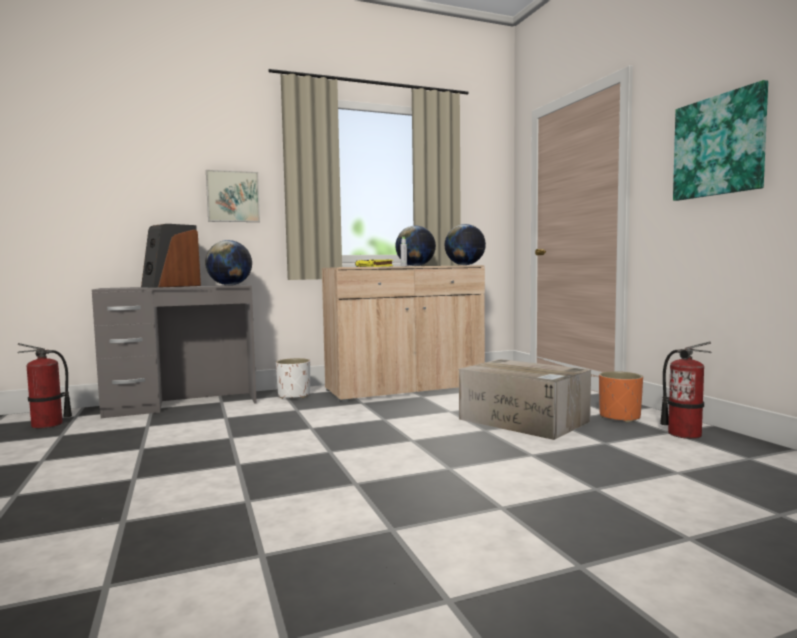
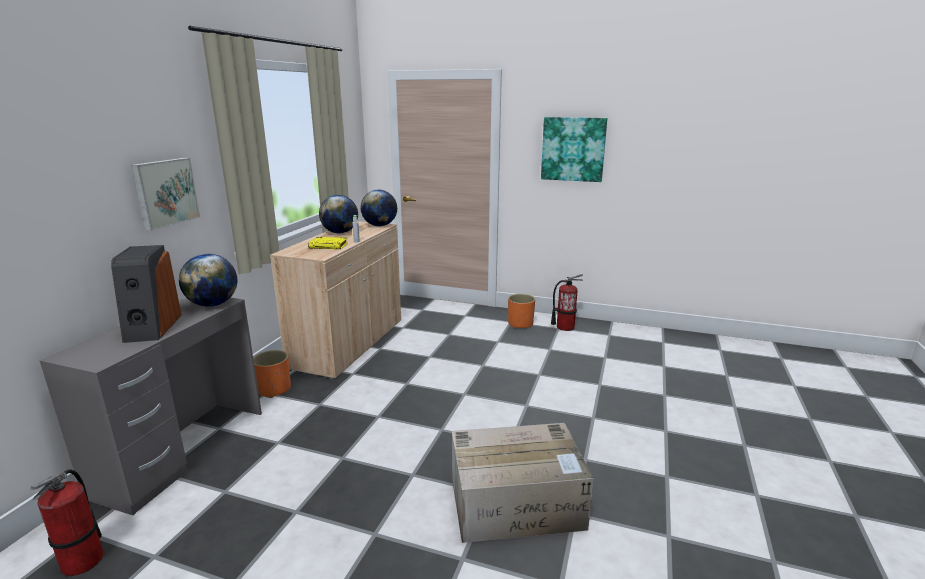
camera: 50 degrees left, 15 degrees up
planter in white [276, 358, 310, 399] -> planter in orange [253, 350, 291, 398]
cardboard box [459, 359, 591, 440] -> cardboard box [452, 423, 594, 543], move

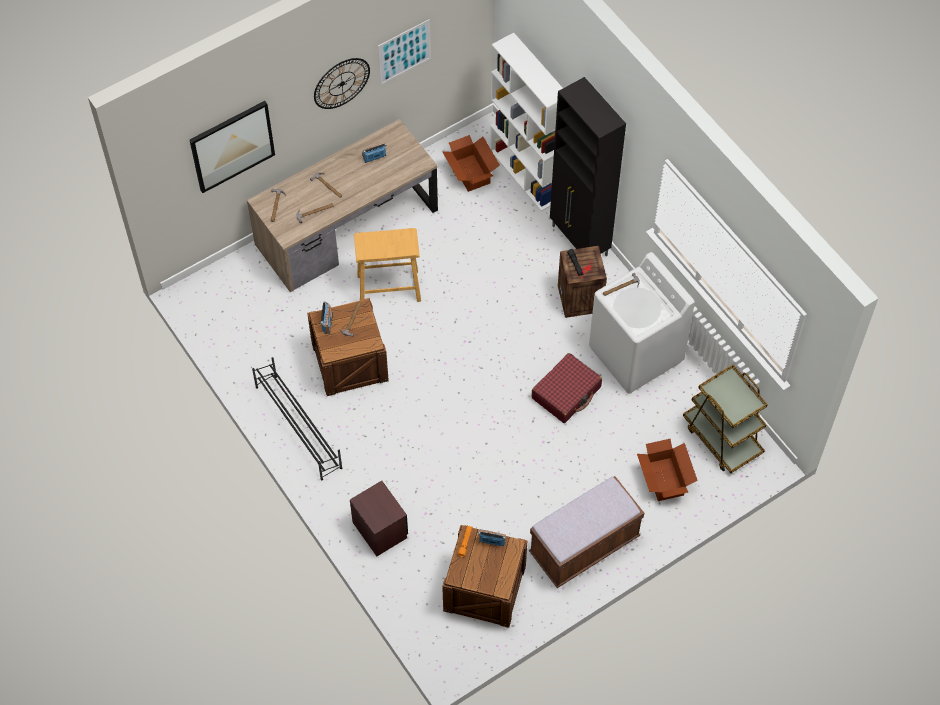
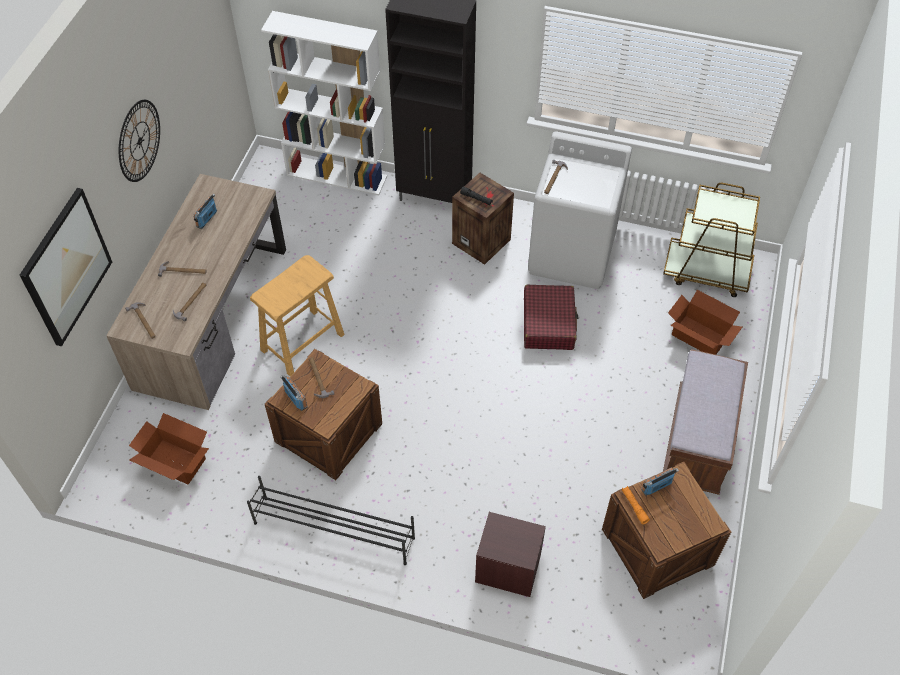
camera: 40 degrees left, 5 degrees down
picture [378, 19, 431, 85] -> none
cardboard box [442, 135, 500, 192] -> cardboard box [129, 413, 209, 484], move

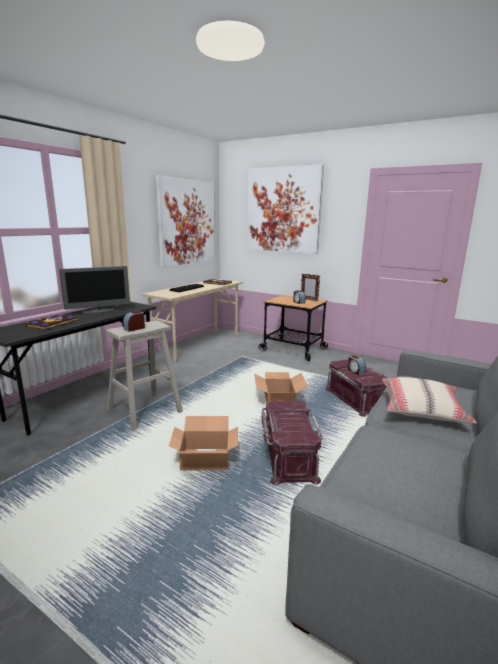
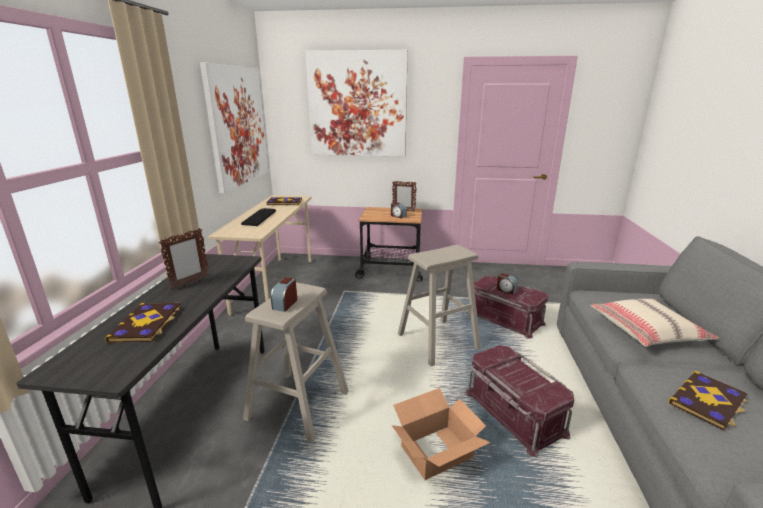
camera: 25 degrees left, 5 degrees up
monitor [59, 266, 130, 314] -> picture frame [159, 228, 209, 290]
cardboard box [254, 372, 308, 403] -> stool in beige [398, 245, 481, 366]
none -> book [668, 371, 748, 431]

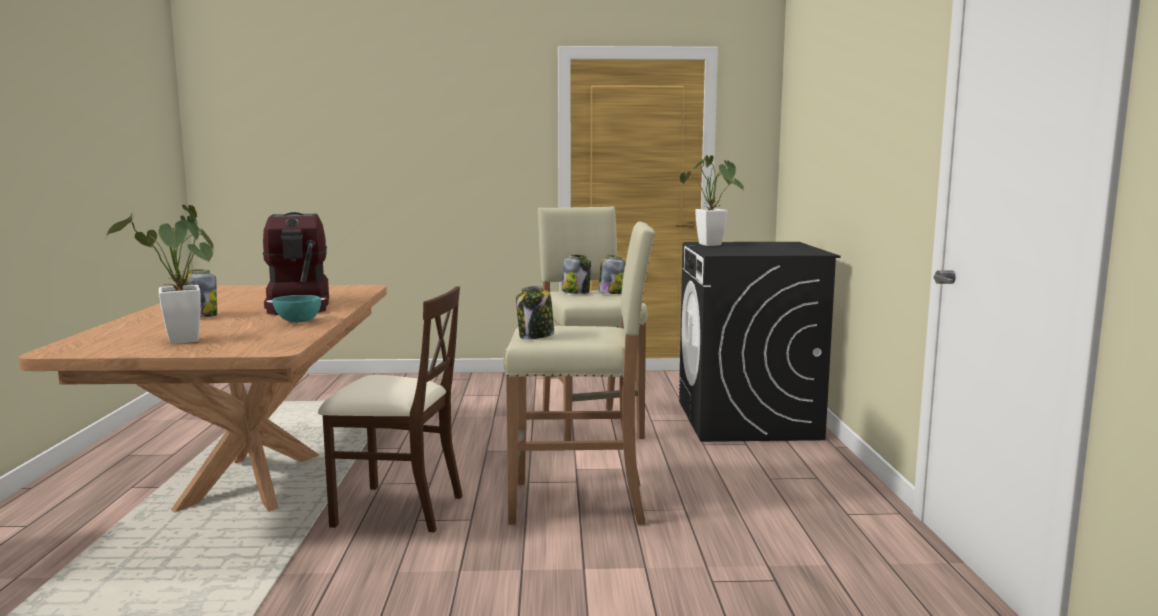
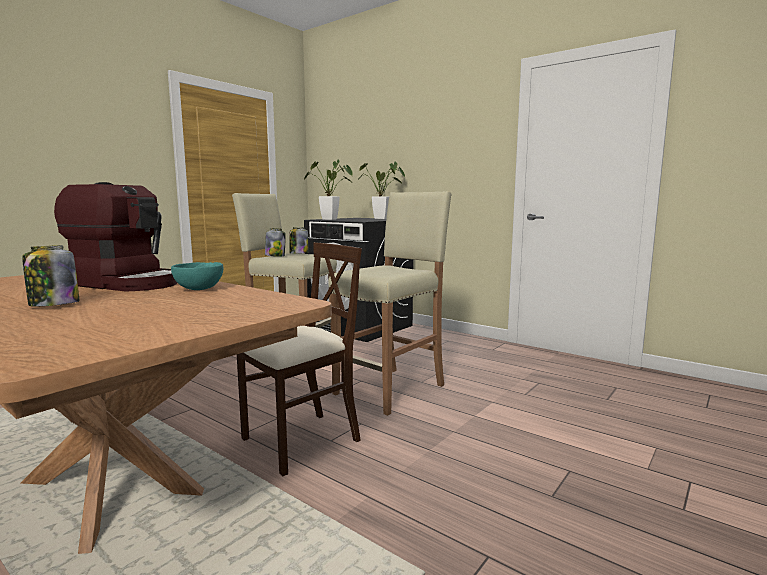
camera: 50 degrees left, 0 degrees up
potted plant [106, 205, 214, 344] -> potted plant [358, 162, 405, 219], move
jar [516, 286, 554, 339] -> none

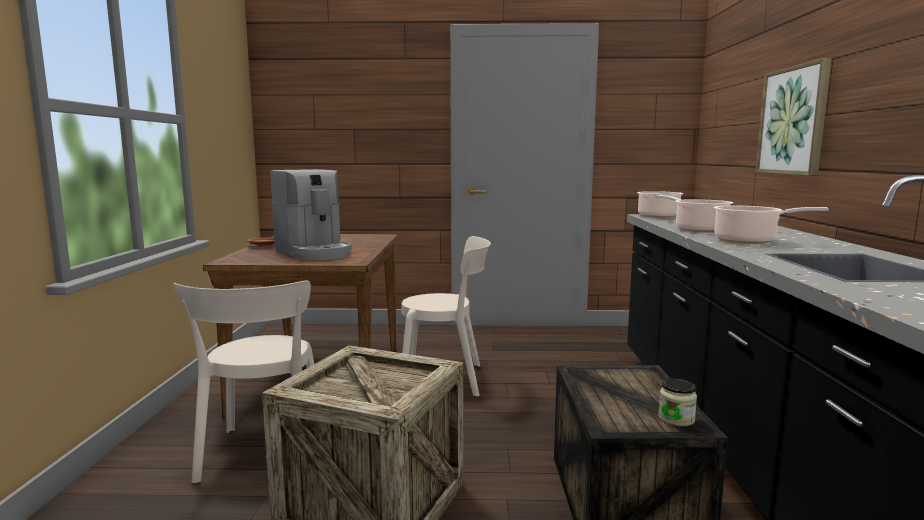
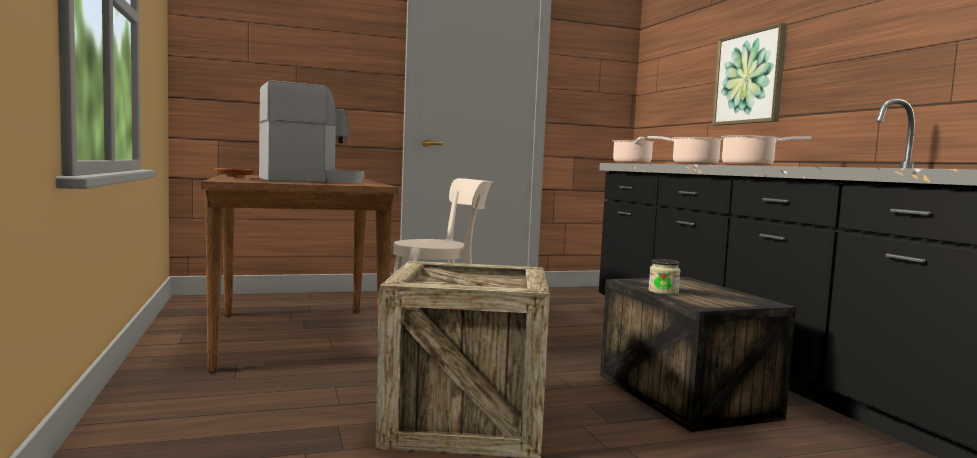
camera: 20 degrees left, 5 degrees down
chair in beige [173, 281, 314, 483] -> none
coffee machine [270, 169, 352, 260] -> coffee machine [259, 80, 365, 183], 60 degrees counterclockwise
jar [658, 379, 697, 427] -> jar [648, 259, 680, 295], move

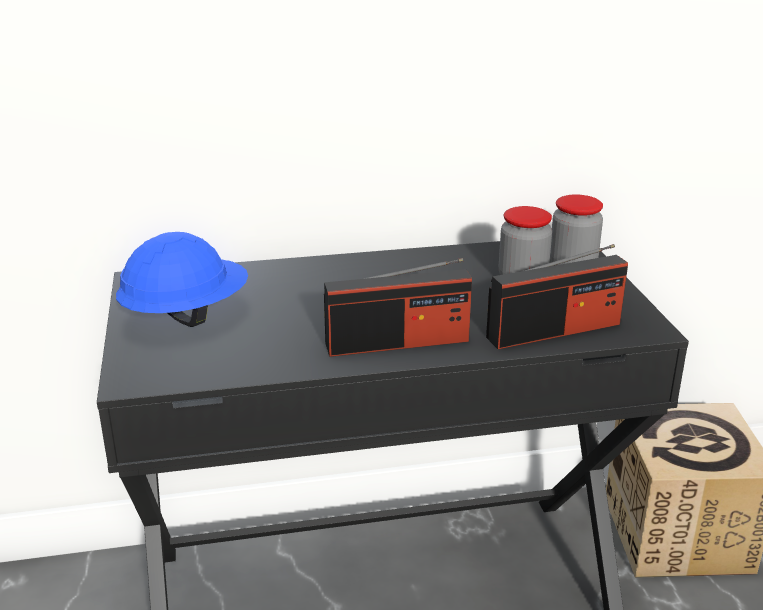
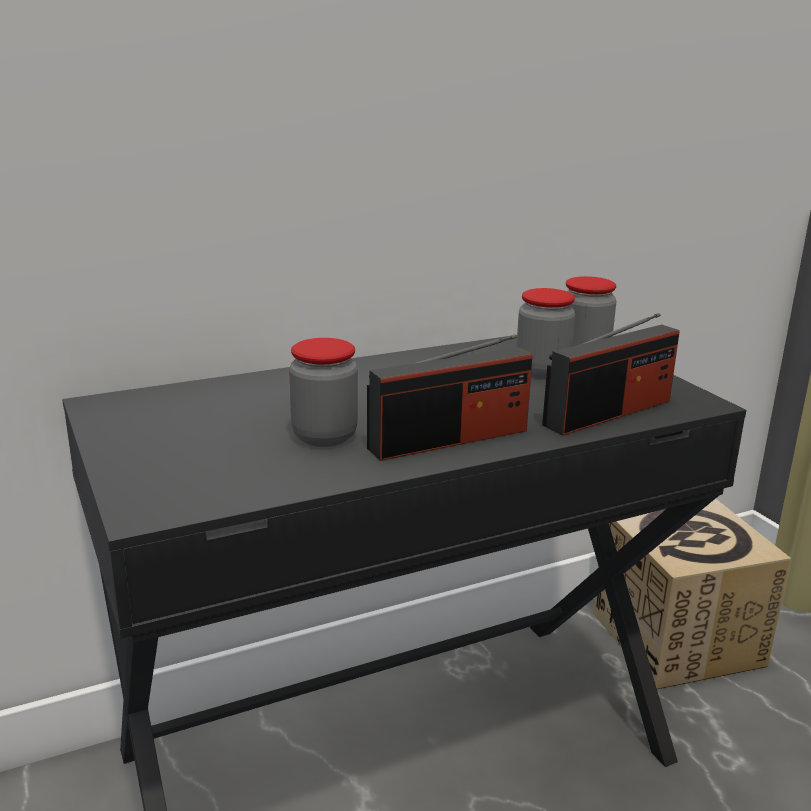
camera: 15 degrees left, 5 degrees down
hard hat in blue [116, 232, 248, 327] -> none
none -> jar [289, 338, 358, 447]

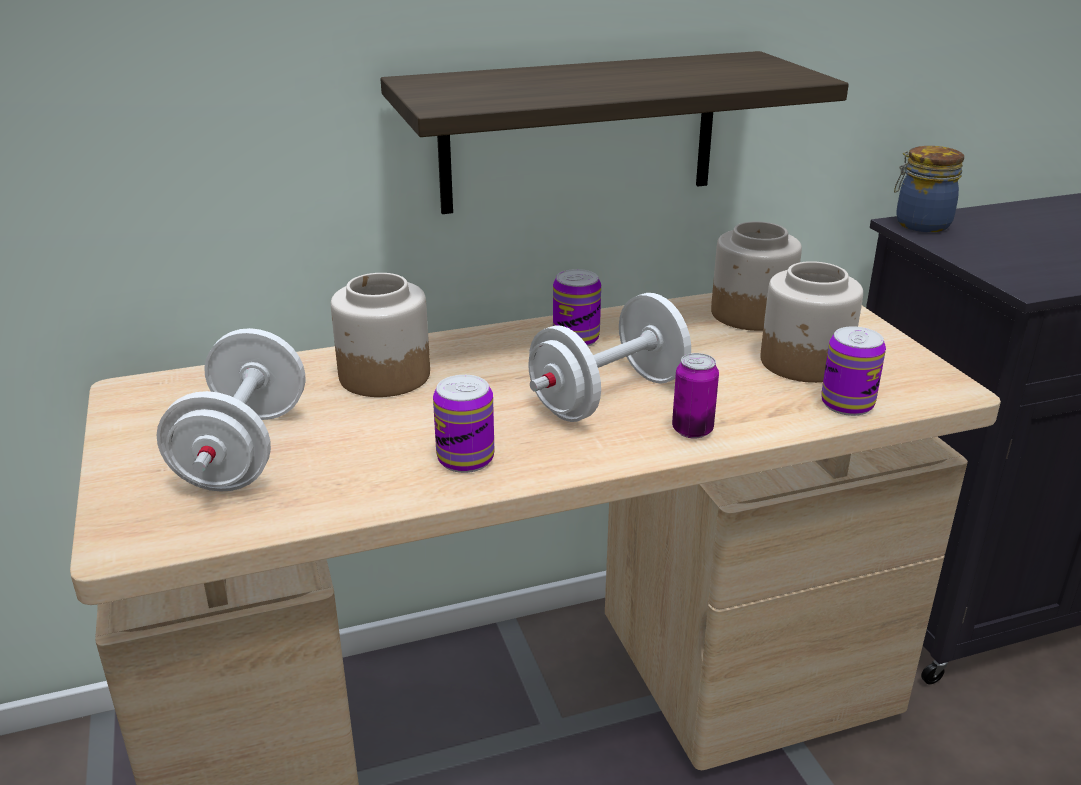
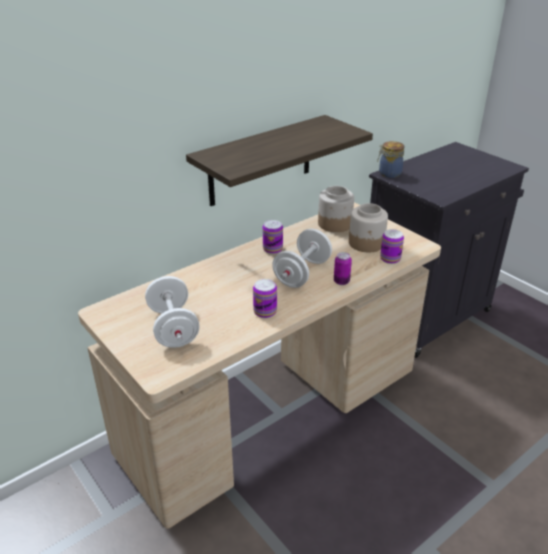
camera: 20 degrees left, 5 degrees up
jar [331, 273, 430, 397] -> none

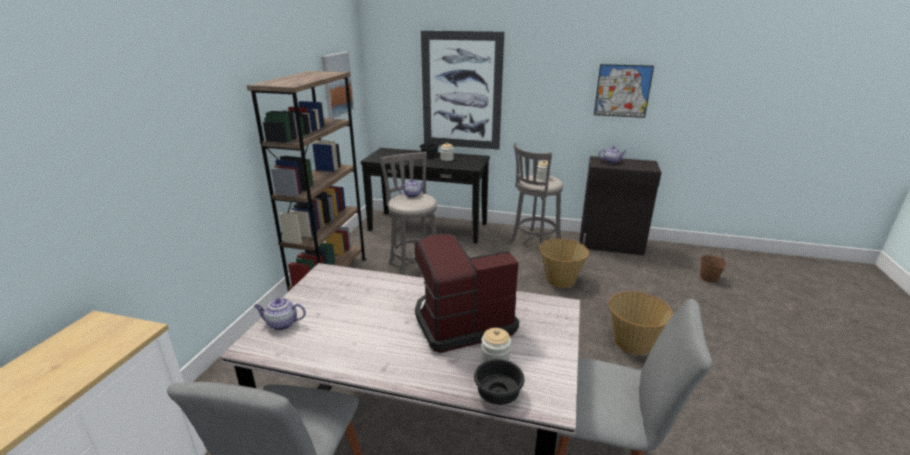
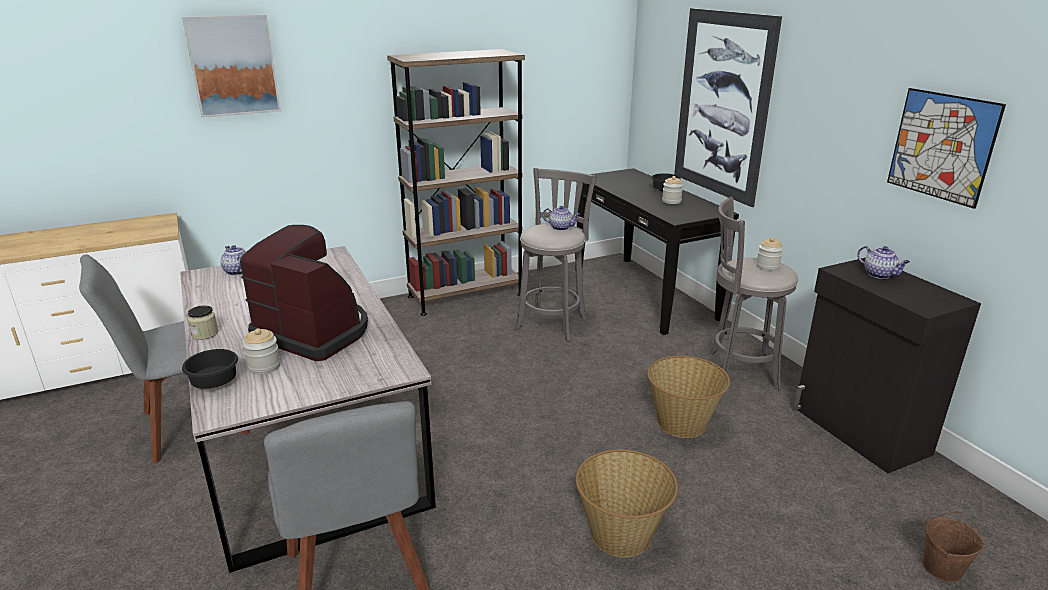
camera: 50 degrees right, 0 degrees up
picture [321, 52, 354, 119] -> picture [182, 15, 281, 118], move
none -> jar [187, 305, 218, 340]

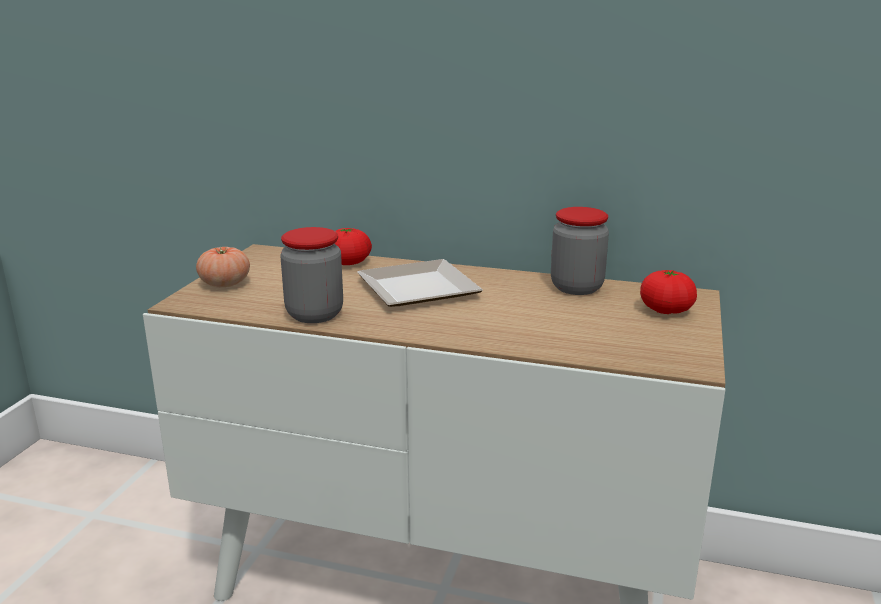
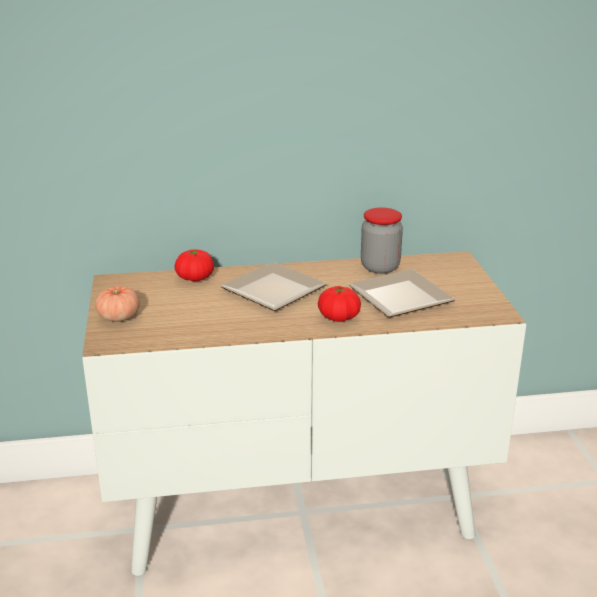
camera: 25 degrees left, 5 degrees up
jar [280, 227, 343, 323] -> none
tomato [640, 270, 697, 314] -> tomato [318, 286, 361, 322], move
none -> plate [348, 269, 455, 317]

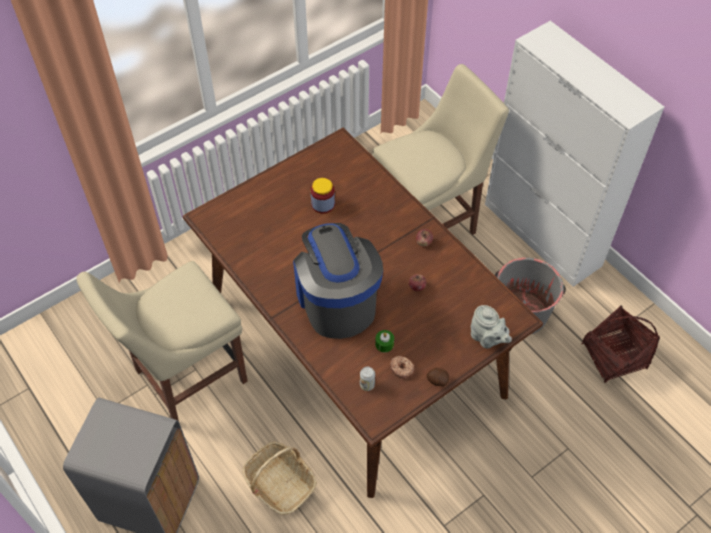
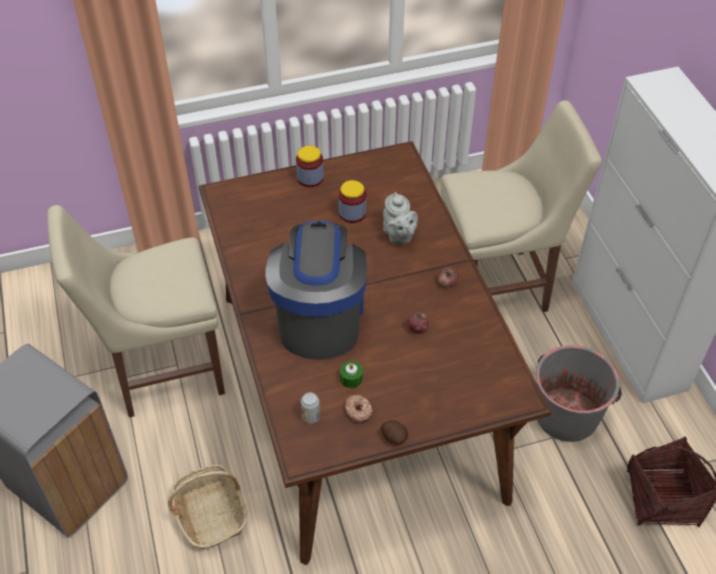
camera: 20 degrees right, 5 degrees down
teapot in grey [471, 305, 512, 349] -> teapot in grey [383, 192, 418, 244], move
none -> jar [296, 146, 324, 187]

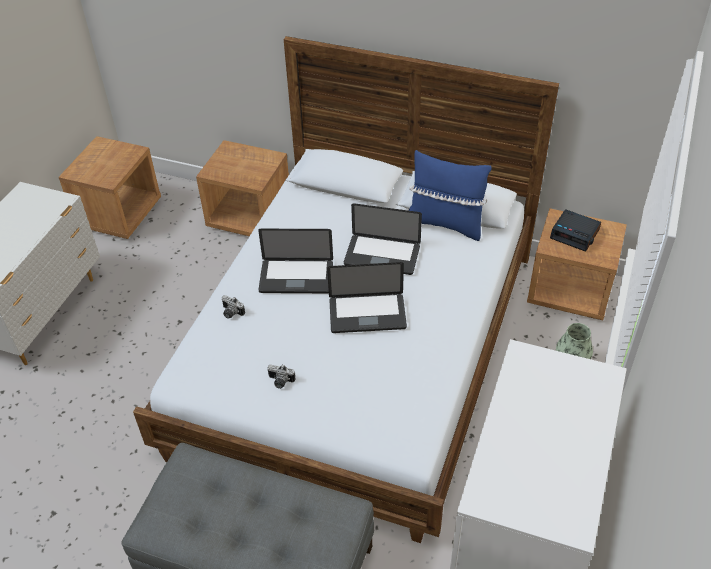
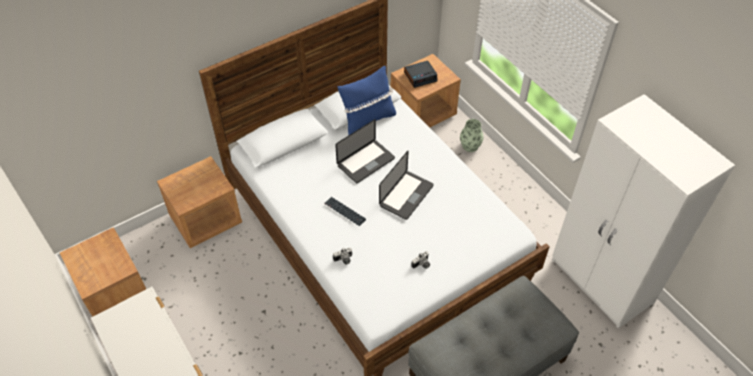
camera: 55 degrees left, 5 degrees up
laptop [258, 229, 333, 293] -> keyboard [324, 197, 366, 226]

